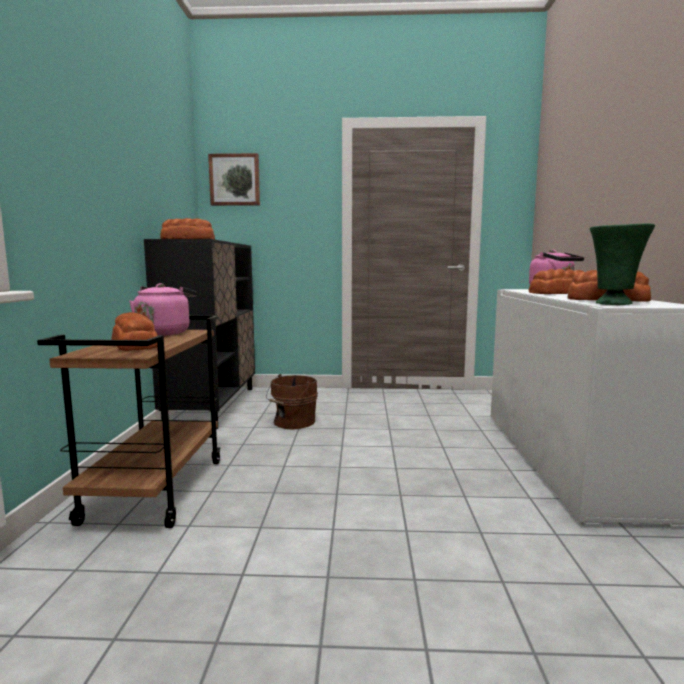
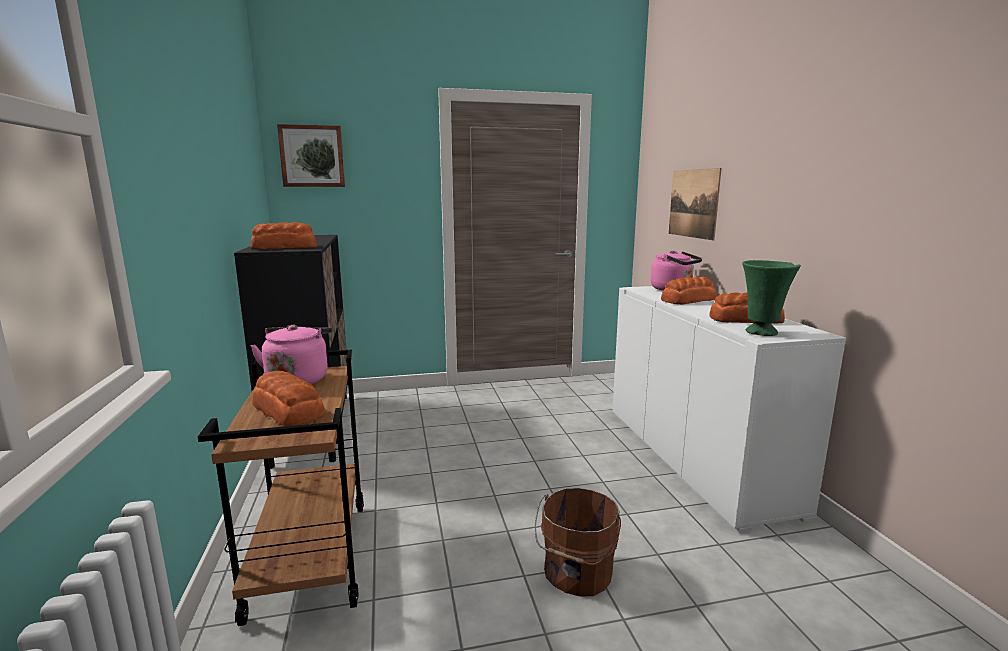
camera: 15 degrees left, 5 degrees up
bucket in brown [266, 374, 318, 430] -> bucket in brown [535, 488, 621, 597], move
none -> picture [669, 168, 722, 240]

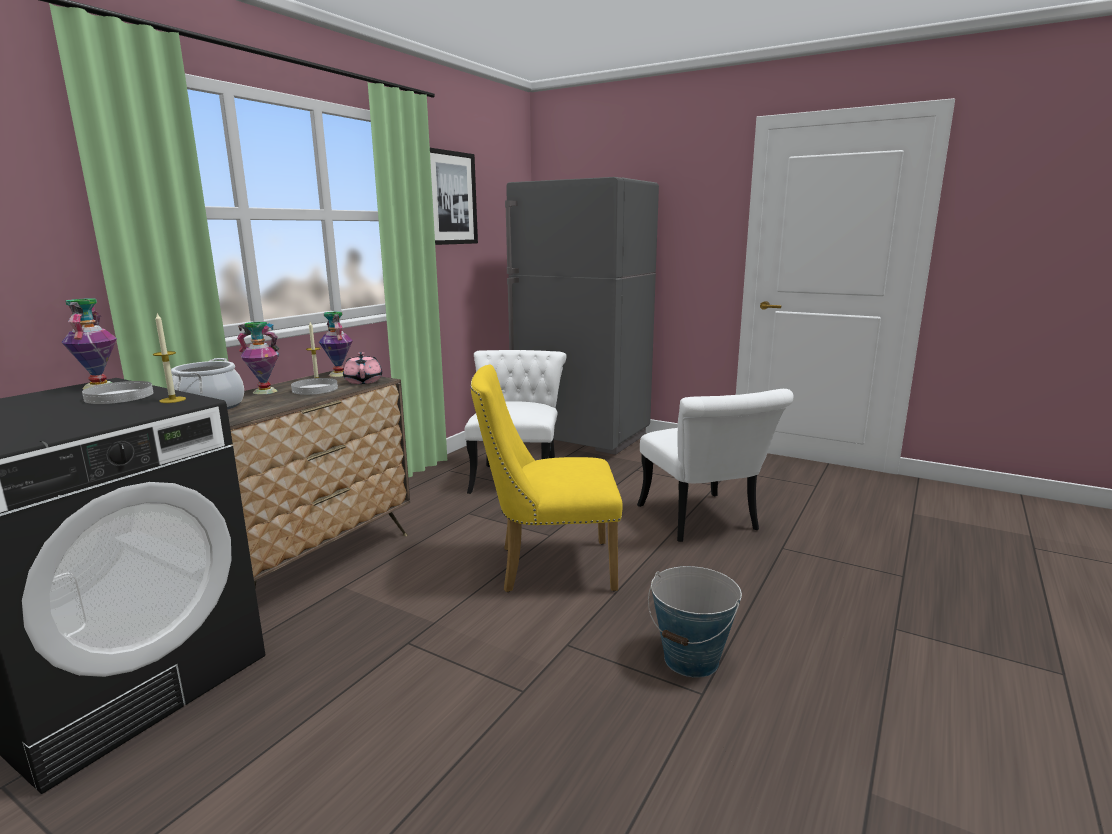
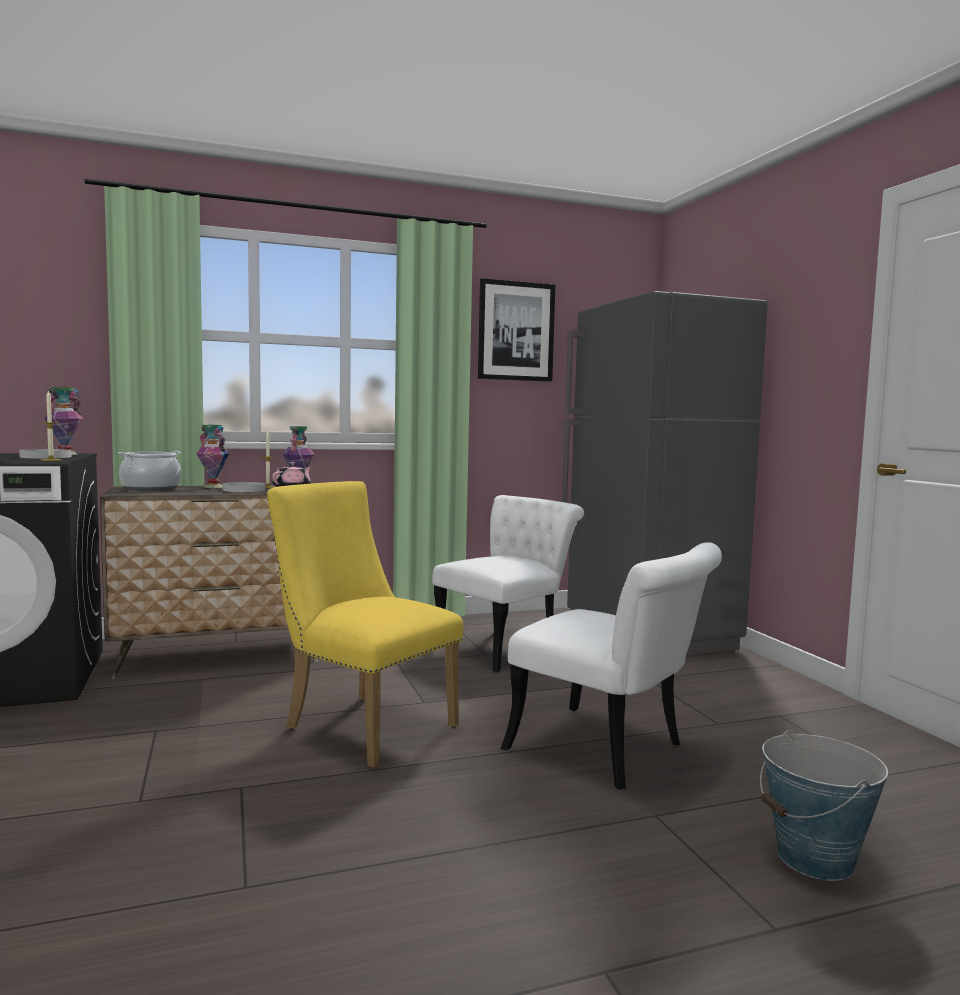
camera: 40 degrees right, 10 degrees down
chair in white [637, 389, 793, 542] -> chair in white [501, 542, 722, 790], 75 degrees counterclockwise
bucket [648, 566, 742, 678] -> bucket [760, 730, 888, 881], move

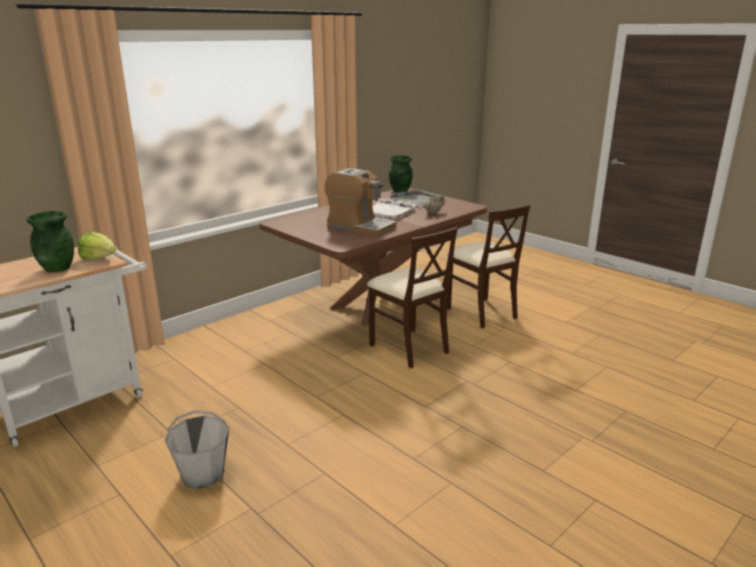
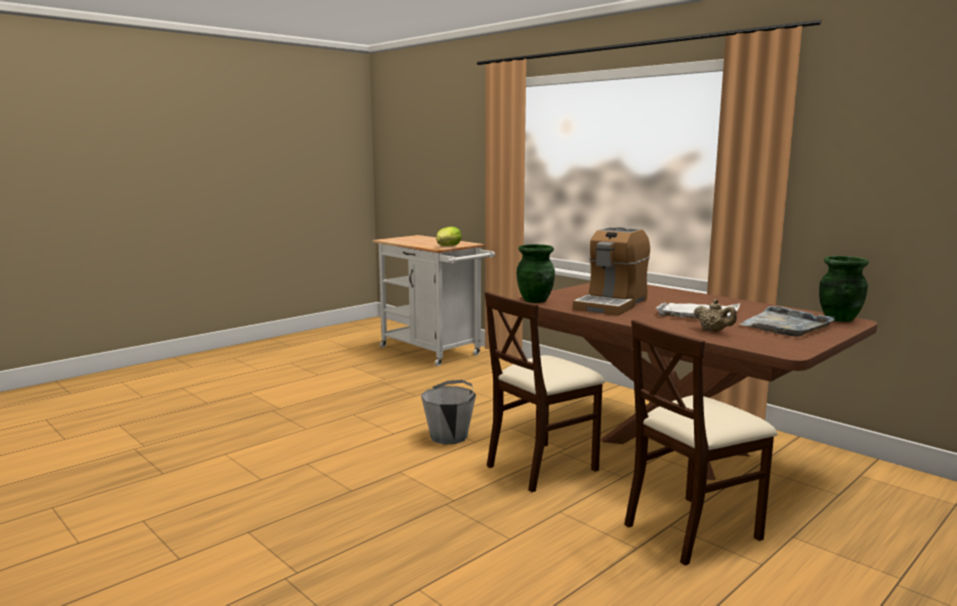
camera: 90 degrees right, 10 degrees down
vase in green [26, 211, 74, 273] -> vase in green [517, 244, 555, 303], move
bucket in grey [165, 410, 229, 489] -> bucket in grey [421, 380, 476, 444], move

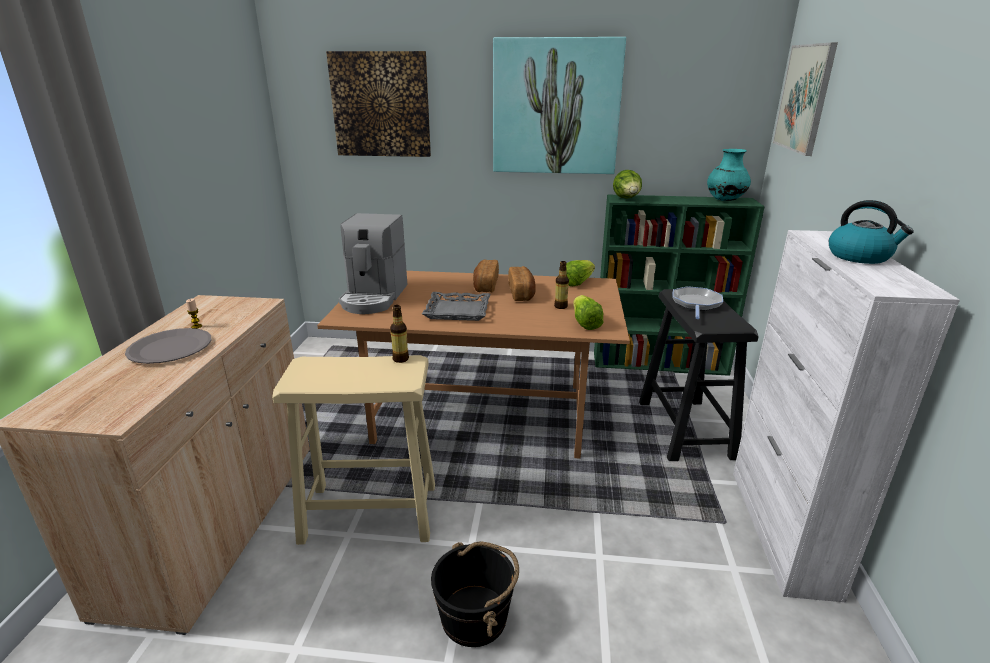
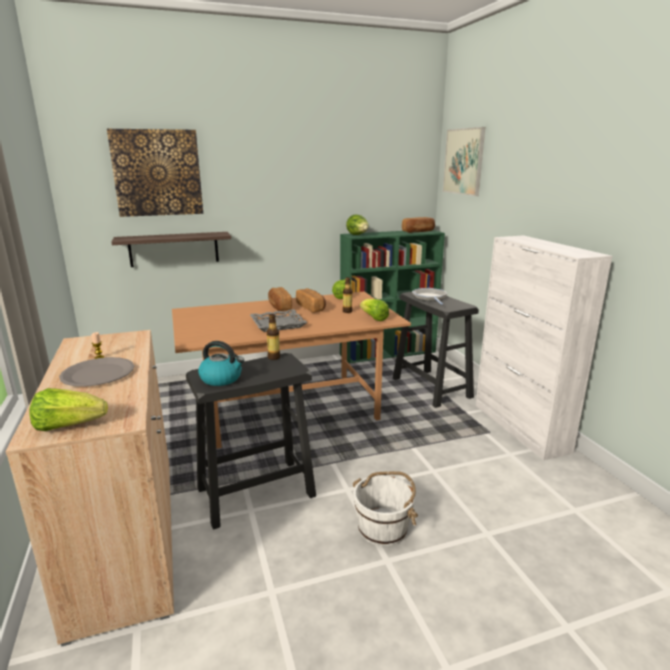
camera: 25 degrees left, 5 degrees down
stool in beige [272, 355, 435, 545] -> stool in black [186, 353, 316, 529]
coffee machine [339, 213, 407, 314] -> none
bucket in black [431, 542, 519, 647] -> bucket in white [353, 471, 418, 546]
picture [493, 37, 626, 174] -> none
vase in turquoise [707, 149, 751, 201] -> bread [402, 217, 435, 233]
kettle [829, 200, 914, 264] -> kettle [198, 341, 244, 386], move
none -> lettuce [29, 388, 108, 431]
none -> shelf [111, 232, 231, 267]

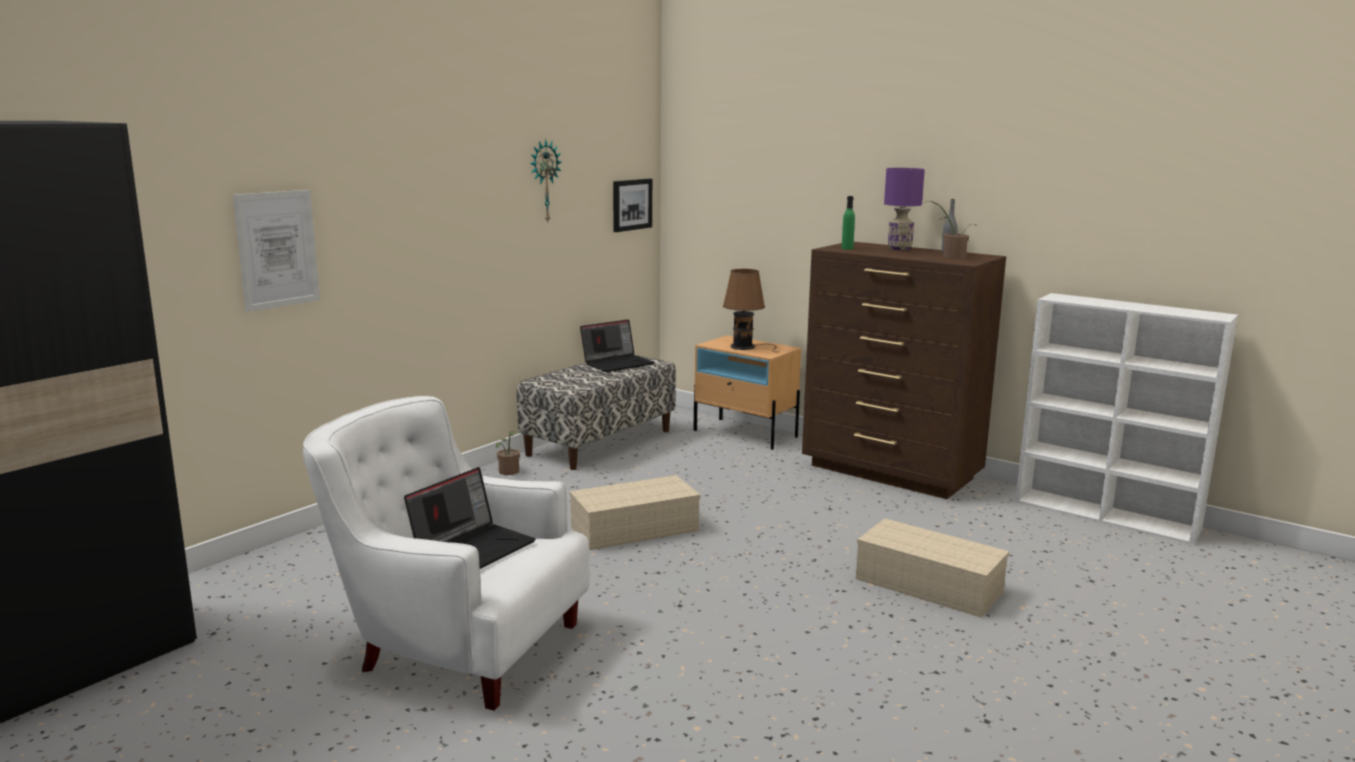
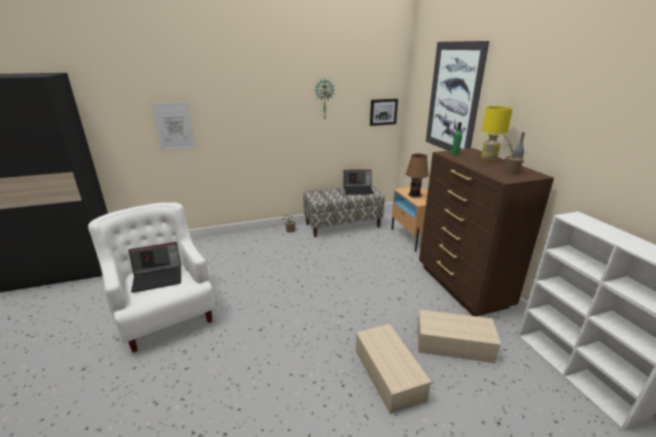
camera: 35 degrees right, 10 degrees up
storage box in beige [569, 475, 701, 550] -> storage box in beige [417, 310, 501, 363], move
table lamp in purple [884, 168, 925, 250] -> table lamp in yellow [481, 106, 513, 161]
none -> picture [426, 41, 489, 151]

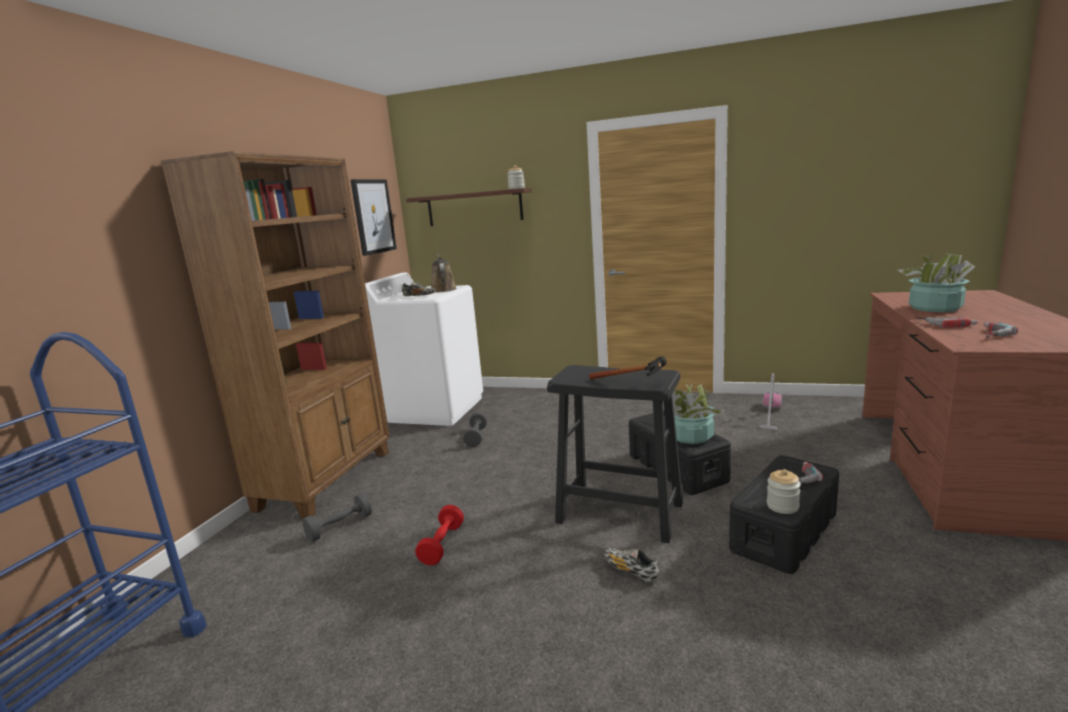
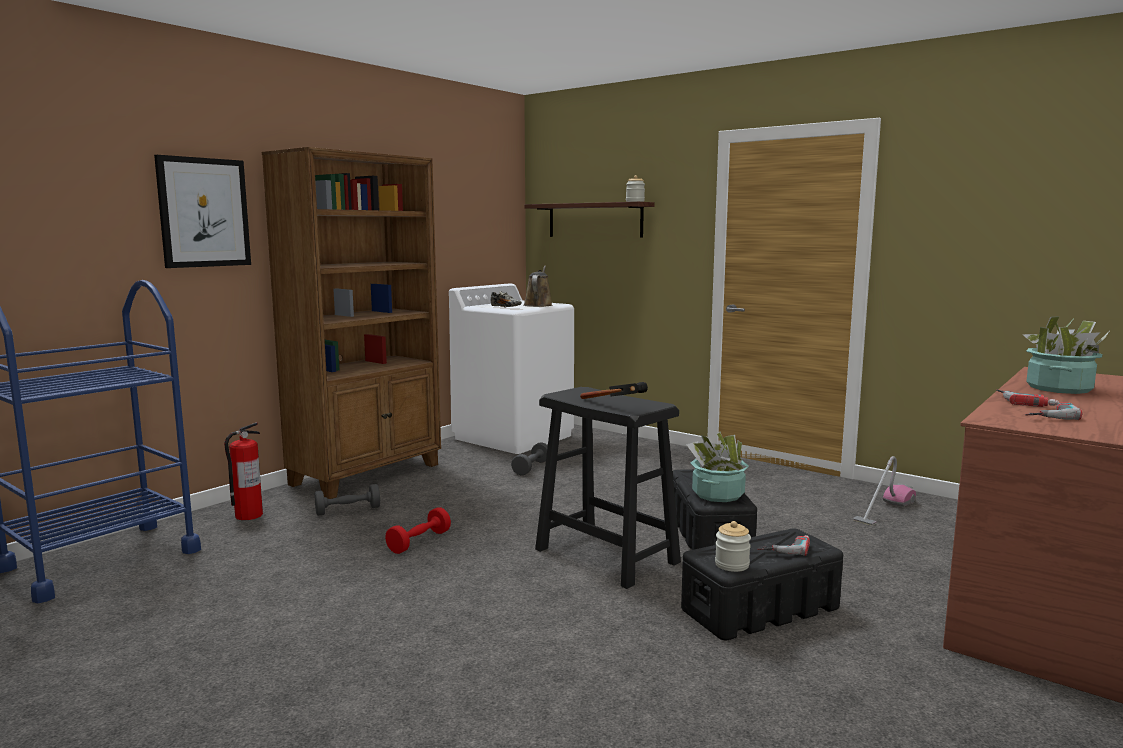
camera: 20 degrees right, 5 degrees down
picture [351, 179, 397, 256] -> picture [154, 155, 251, 268], move
shoe [604, 548, 659, 582] -> none
none -> fire extinguisher [224, 422, 263, 520]

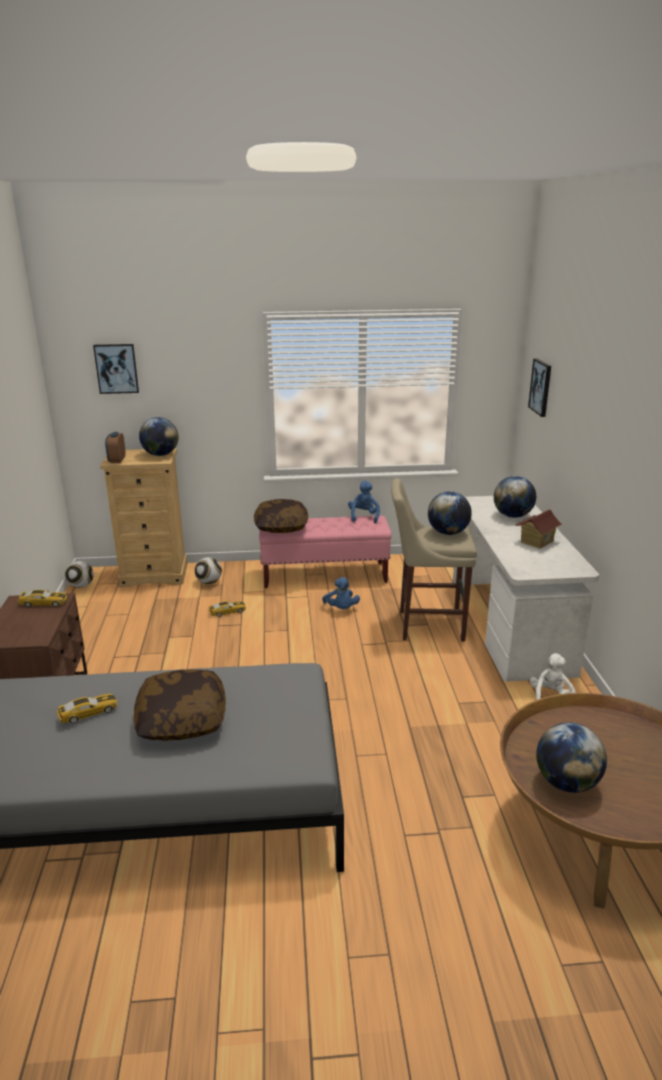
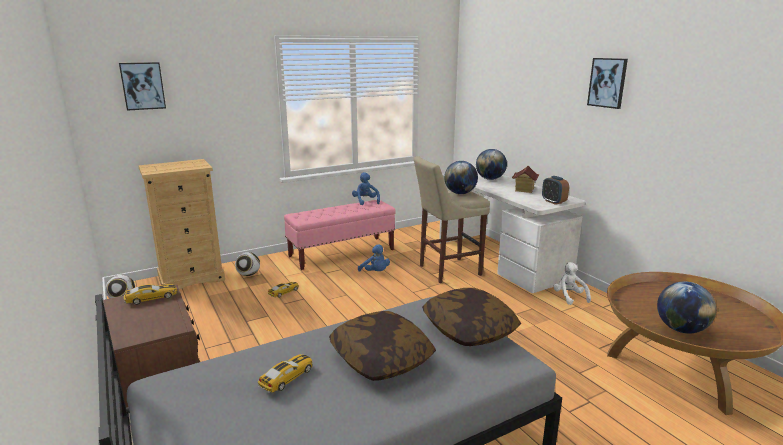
camera: 25 degrees left, 5 degrees down
alarm clock [105, 432, 125, 463] -> alarm clock [542, 176, 569, 205], move
globe [139, 417, 178, 456] -> none
pillow [254, 499, 308, 533] -> pillow [422, 288, 521, 346], move
picture [528, 358, 551, 417] -> picture [587, 58, 628, 109], move

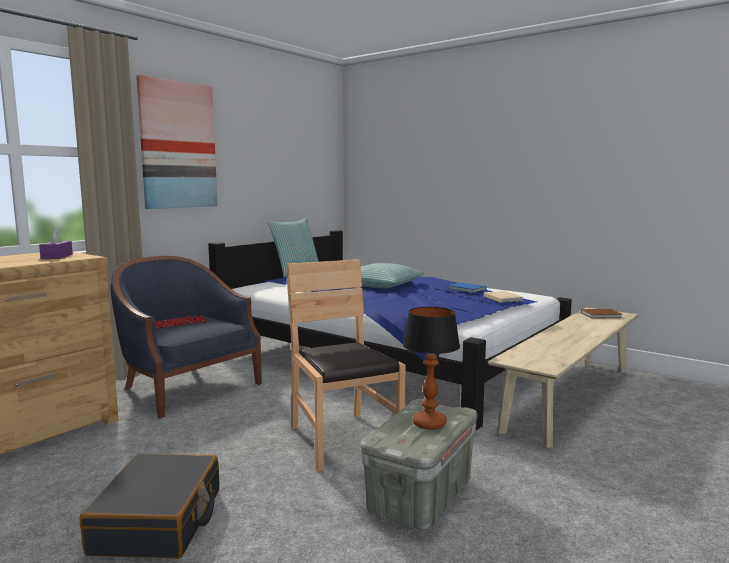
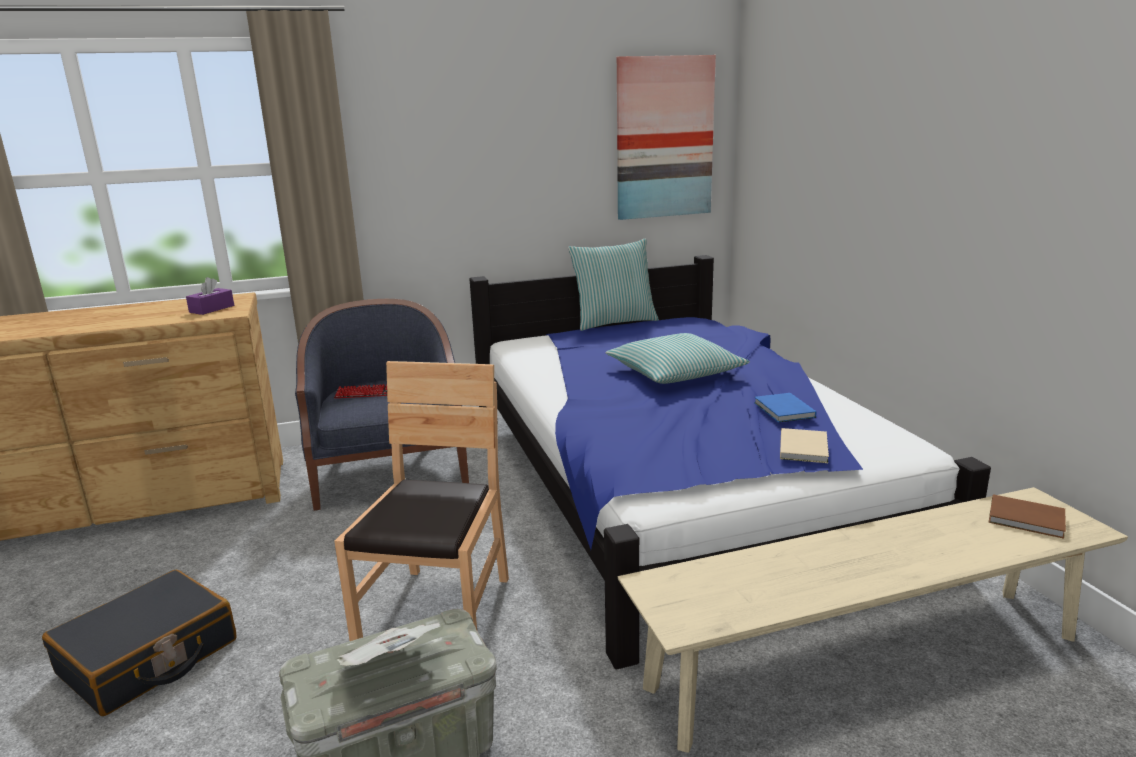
camera: 35 degrees right, 10 degrees up
picture [136, 75, 218, 209] -> picture [617, 55, 716, 220], move
table lamp [403, 307, 460, 430] -> newspaper [337, 623, 440, 666]

